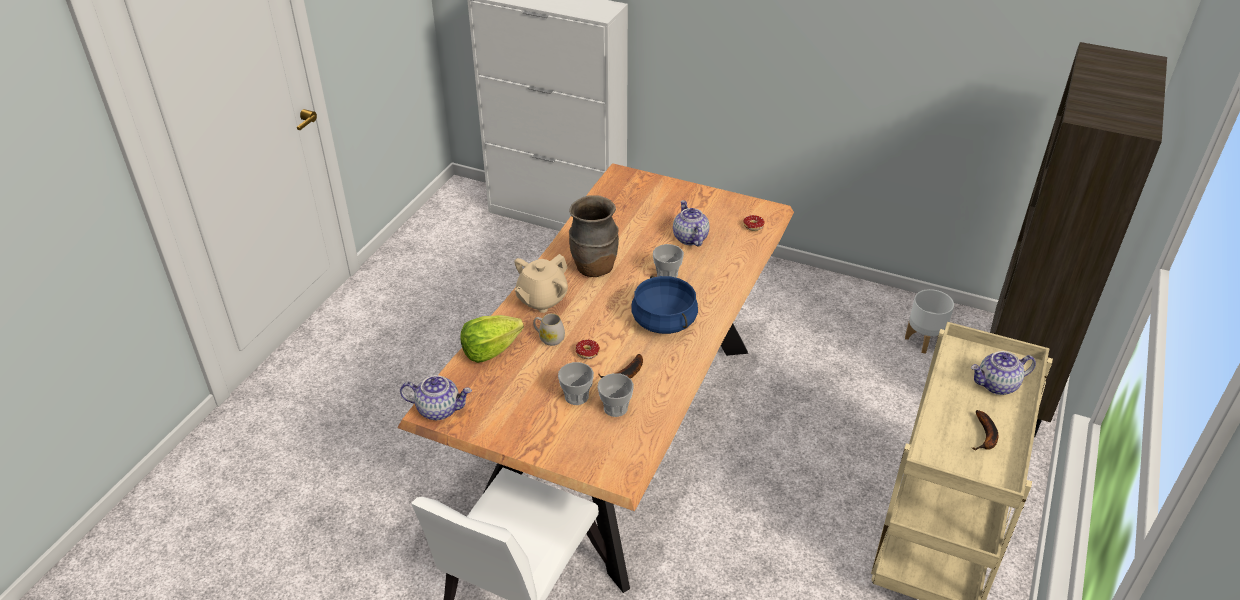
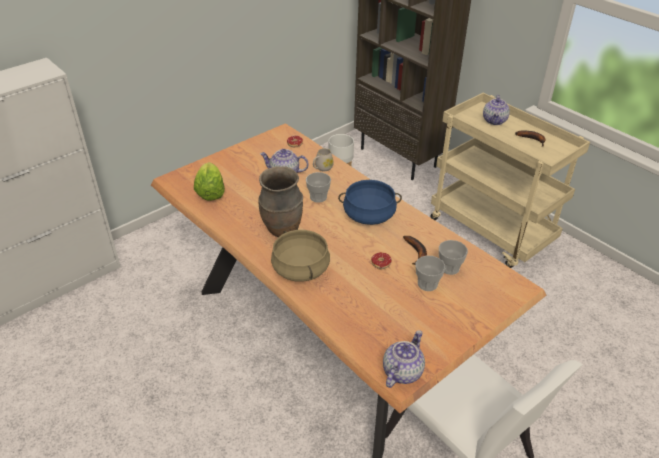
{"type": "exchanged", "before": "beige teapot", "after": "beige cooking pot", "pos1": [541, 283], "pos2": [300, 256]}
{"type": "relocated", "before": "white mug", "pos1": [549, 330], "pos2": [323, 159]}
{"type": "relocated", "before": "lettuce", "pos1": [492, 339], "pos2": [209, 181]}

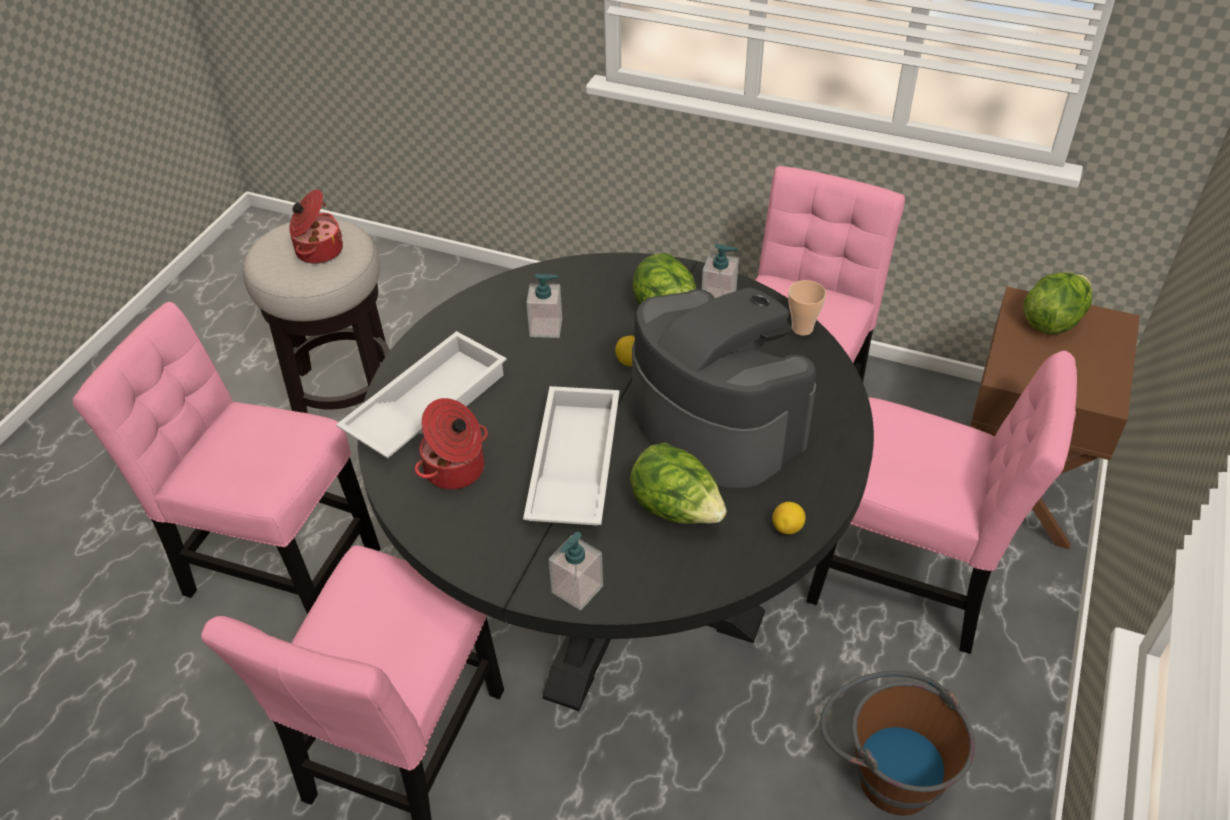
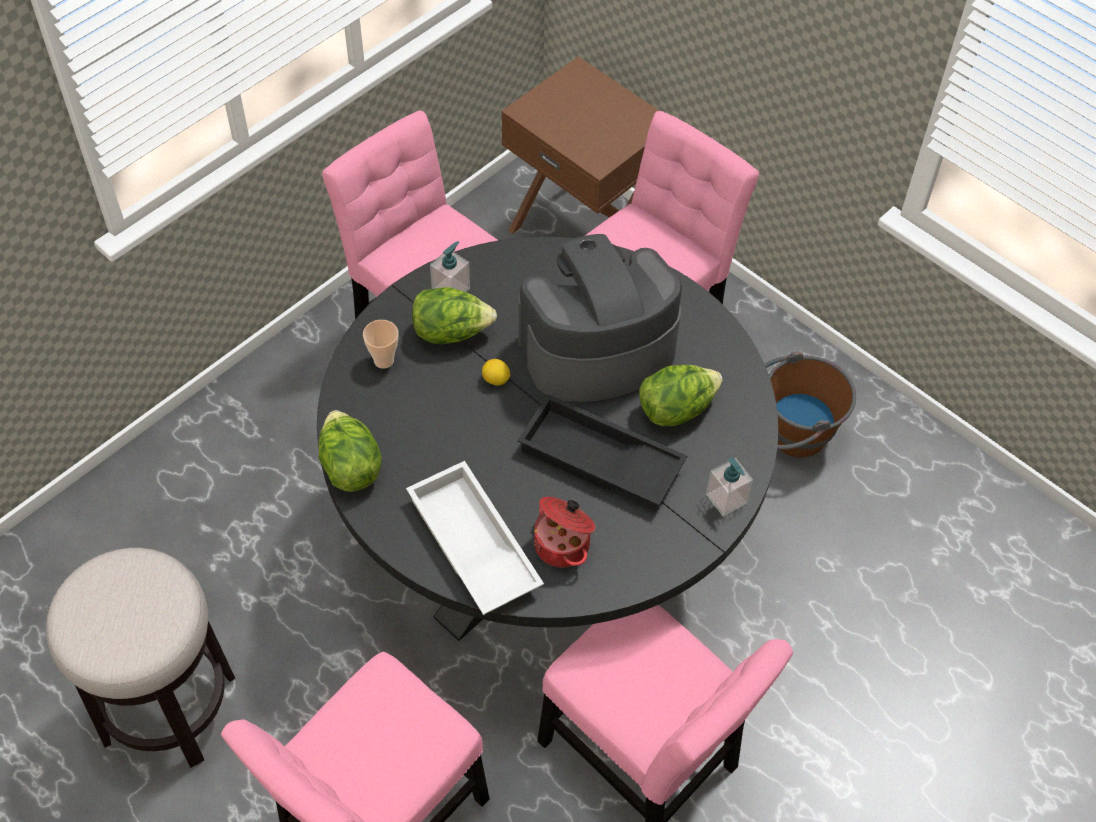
{"type": "missing", "before": "cooking pot", "pos1": [316, 226]}
{"type": "relocated", "before": "lettuce", "pos1": [1057, 303], "pos2": [350, 451]}
{"type": "missing", "before": "soap dispenser", "pos1": [544, 306]}
{"type": "relocated", "before": "cup", "pos1": [807, 308], "pos2": [381, 344]}
{"type": "colour", "before": "white tray", "after": "black tray", "pos1": [571, 455], "pos2": [602, 450]}
{"type": "missing", "before": "lemon", "pos1": [789, 518]}

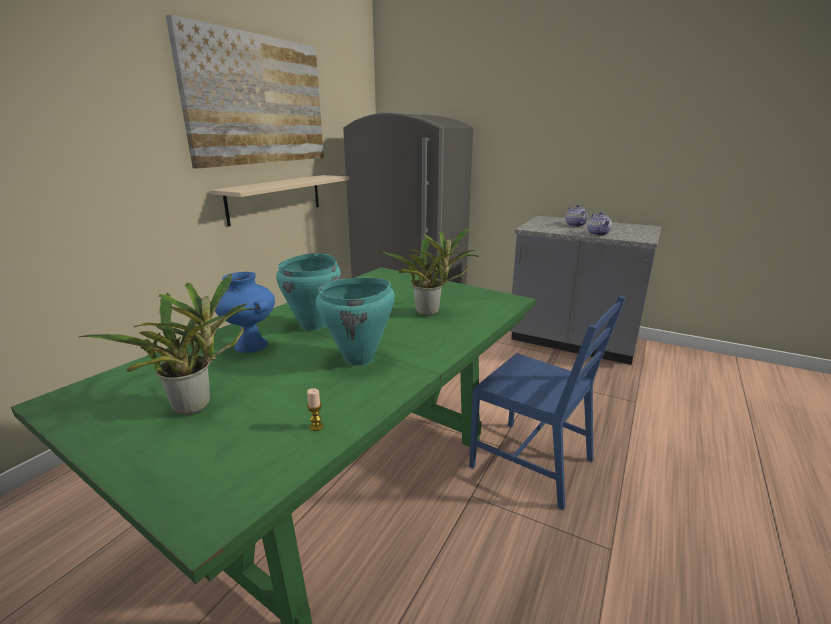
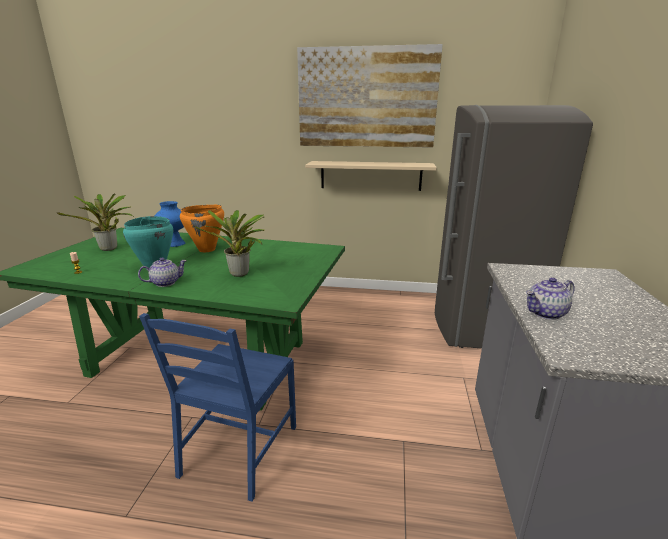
{"type": "relocated", "before": "teapot", "pos1": [577, 216], "pos2": [162, 272]}
{"type": "colour", "before": "turquoise cooking pot", "after": "orange cooking pot", "pos1": [308, 292], "pos2": [202, 228]}

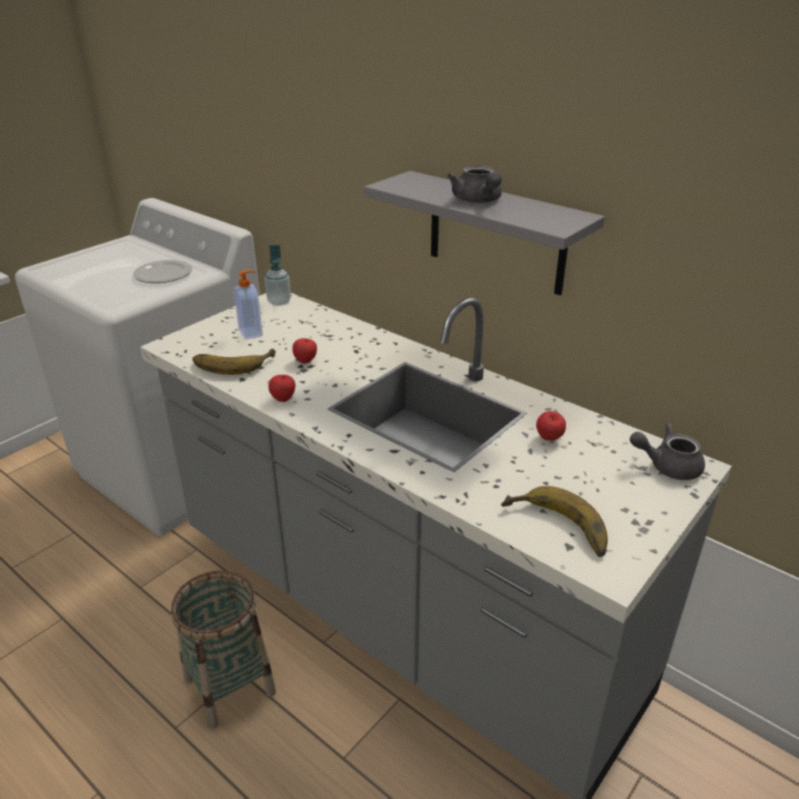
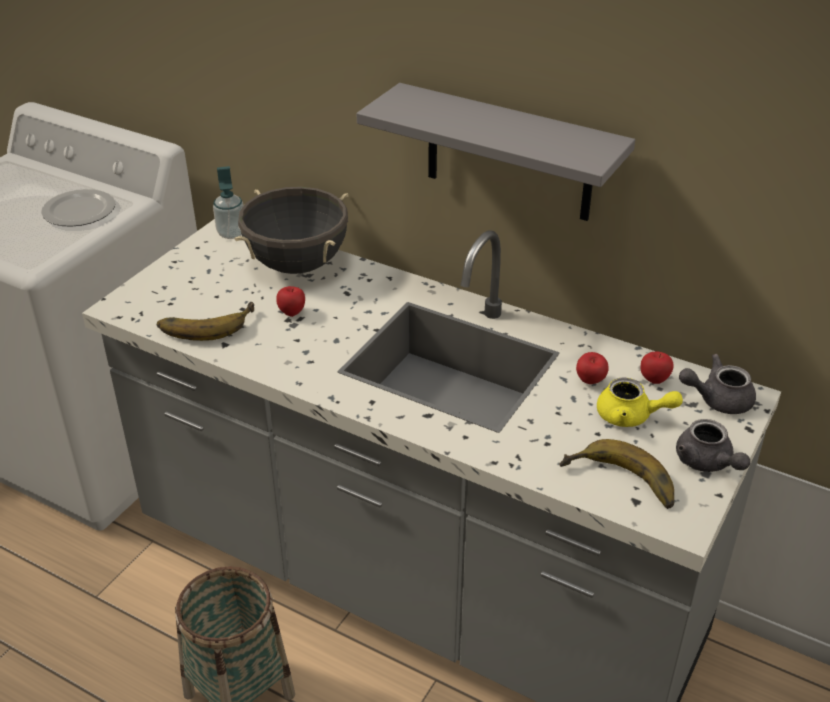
{"type": "relocated", "before": "grey teapot", "pos1": [474, 184], "pos2": [713, 445]}
{"type": "missing", "before": "soap dispenser", "pos1": [248, 305]}
{"type": "relocated", "before": "apple", "pos1": [281, 388], "pos2": [657, 368]}
{"type": "appeared", "after": "black cooking pot", "pos2": [291, 230]}
{"type": "appeared", "after": "yellow teapot", "pos2": [640, 402]}

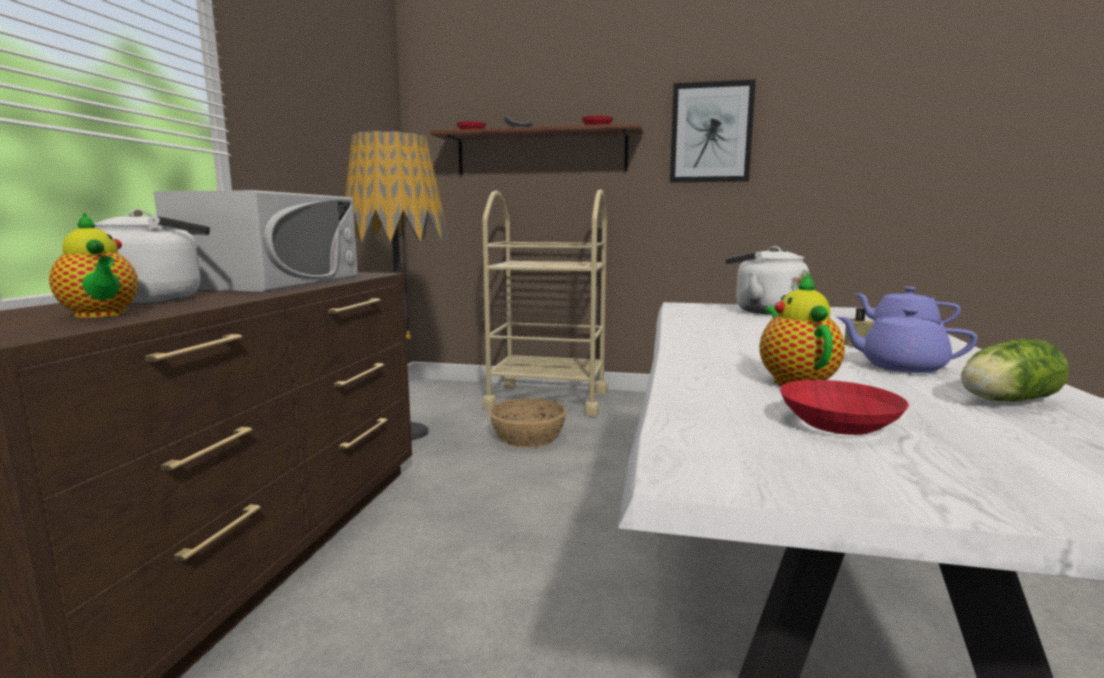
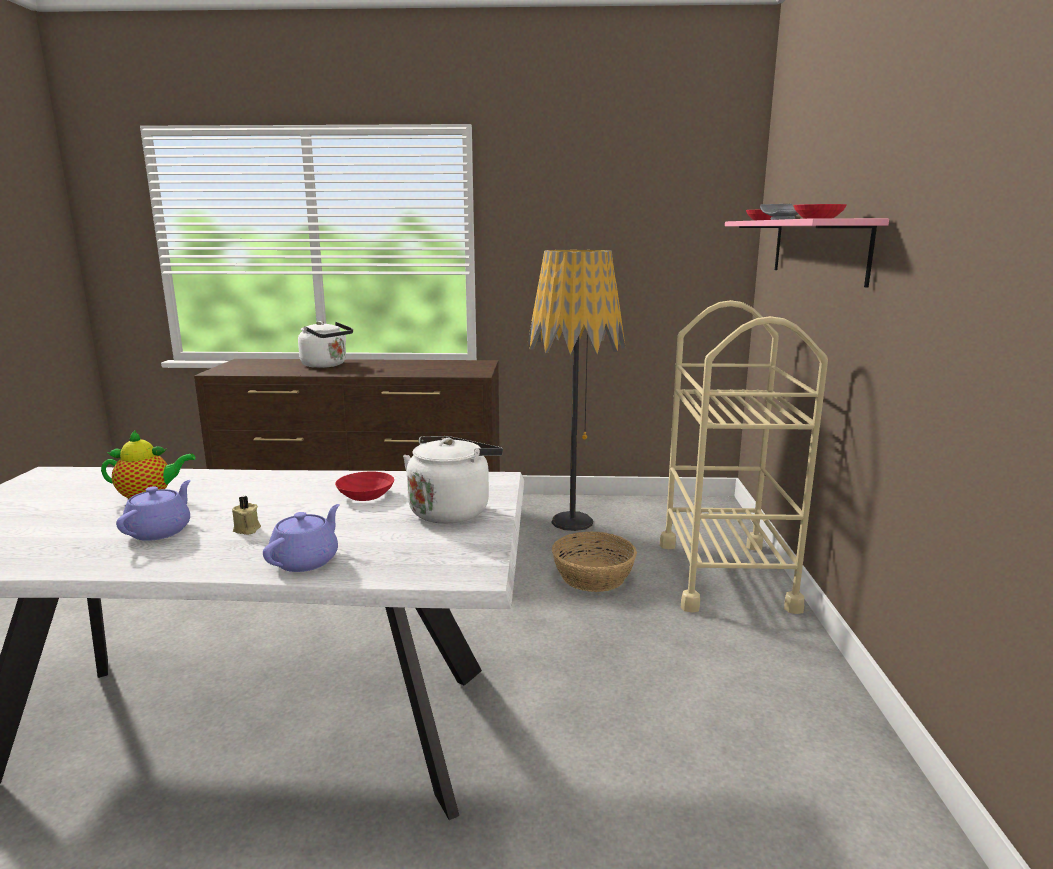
{"type": "missing", "before": "picture", "pos1": [713, 130]}
{"type": "colour", "before": "brown shelf", "after": "pink shelf", "pos1": [536, 149], "pos2": [807, 253]}
{"type": "missing", "before": "white microwave", "pos1": [256, 241]}
{"type": "missing", "before": "teapot", "pos1": [94, 265]}
{"type": "missing", "before": "lettuce", "pos1": [1015, 370]}
{"type": "relocated", "before": "red bowl", "pos1": [844, 407], "pos2": [364, 486]}

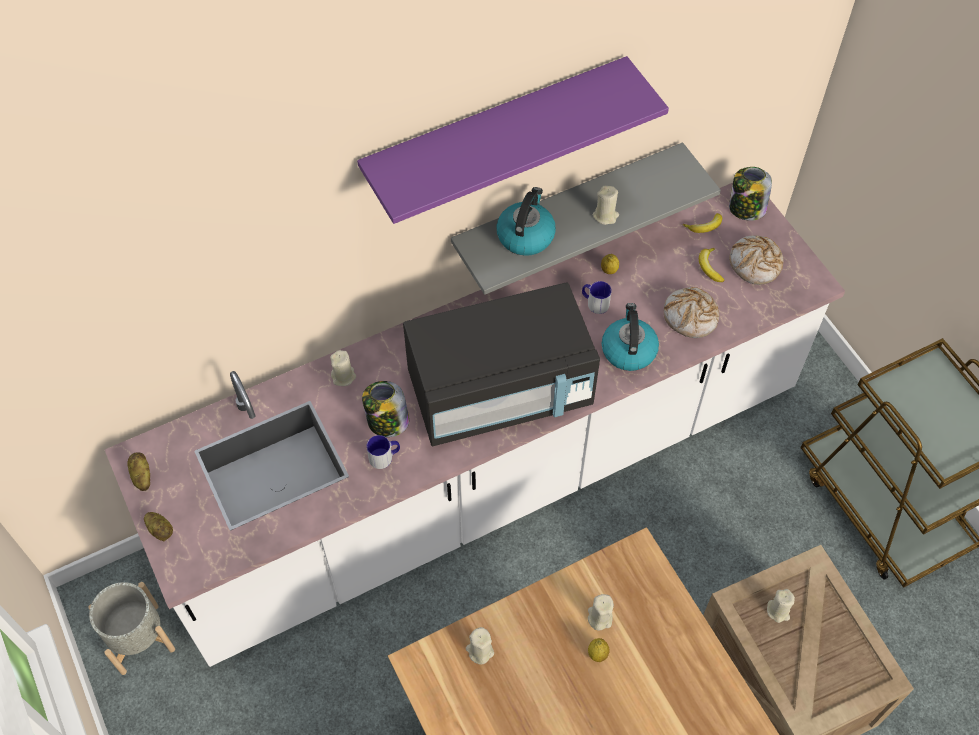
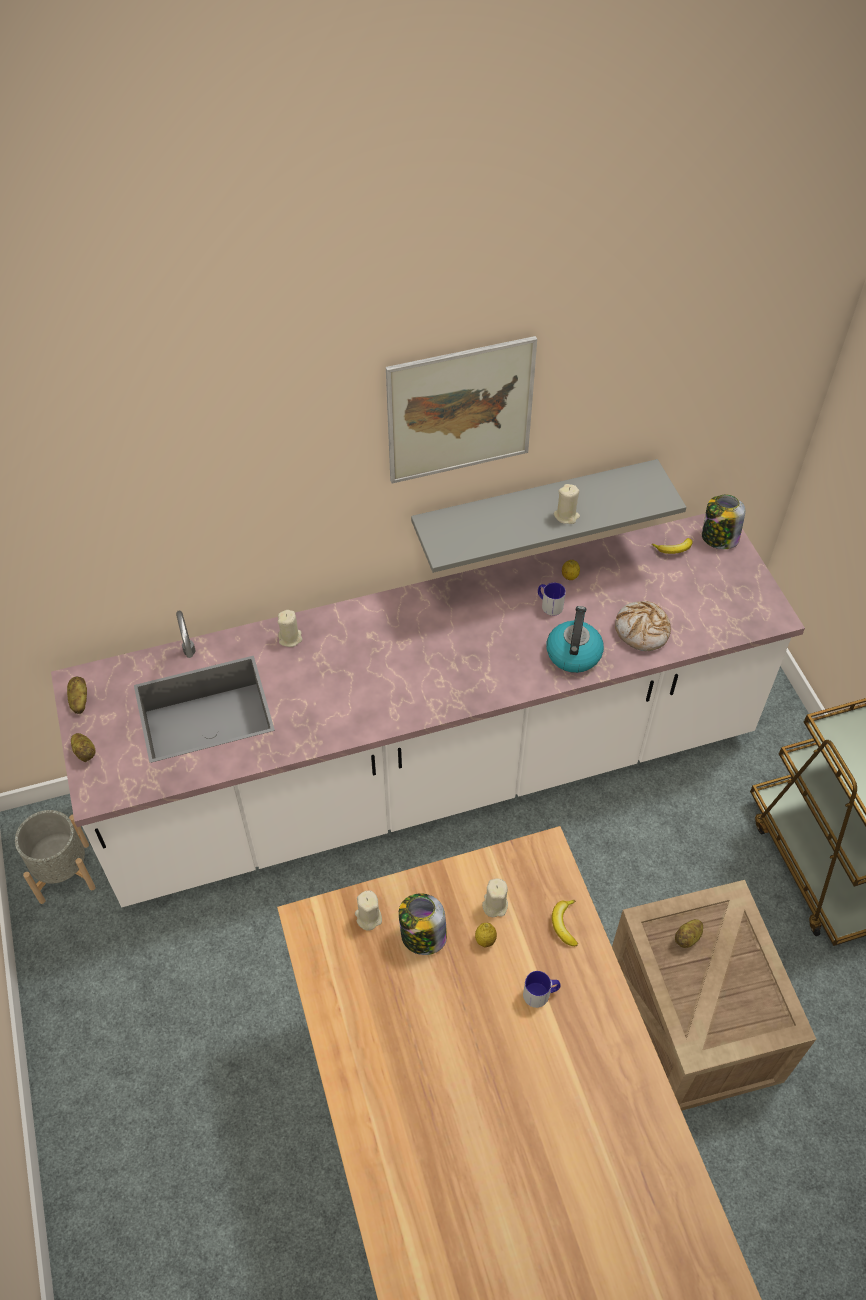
{"type": "exchanged", "before": "purple shelf", "after": "picture", "pos1": [513, 140], "pos2": [461, 409]}
{"type": "missing", "before": "kettle", "pos1": [526, 221]}
{"type": "missing", "before": "bread", "pos1": [756, 260]}
{"type": "relocated", "before": "banana", "pos1": [712, 265], "pos2": [565, 923]}
{"type": "missing", "before": "black microwave", "pos1": [501, 364]}
{"type": "relocated", "before": "jar", "pos1": [385, 409], "pos2": [423, 924]}
{"type": "relocated", "before": "mug", "pos1": [383, 452], "pos2": [542, 989]}
{"type": "exchanged", "before": "beige candle", "after": "potato", "pos1": [781, 606], "pos2": [689, 933]}

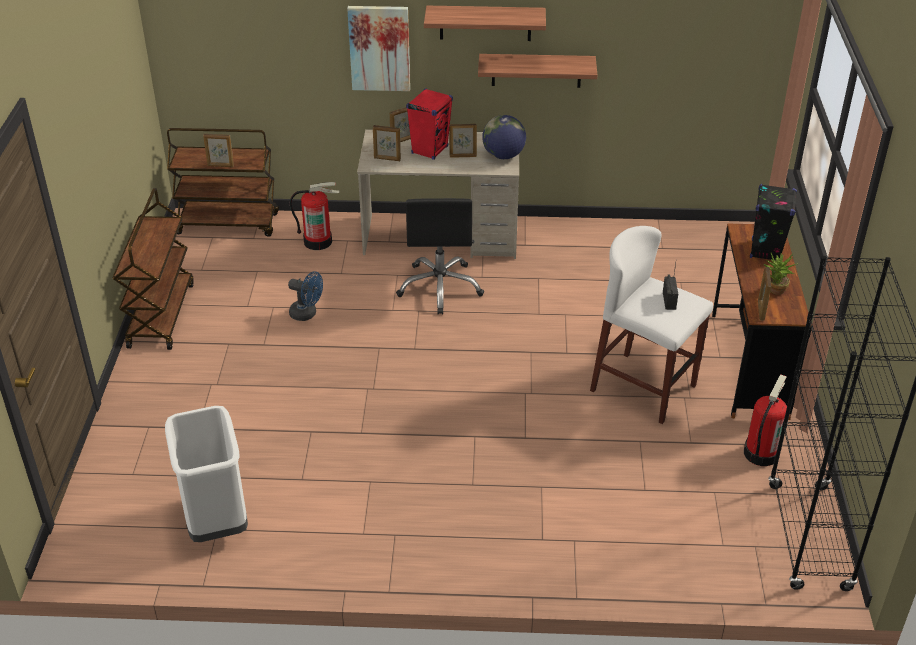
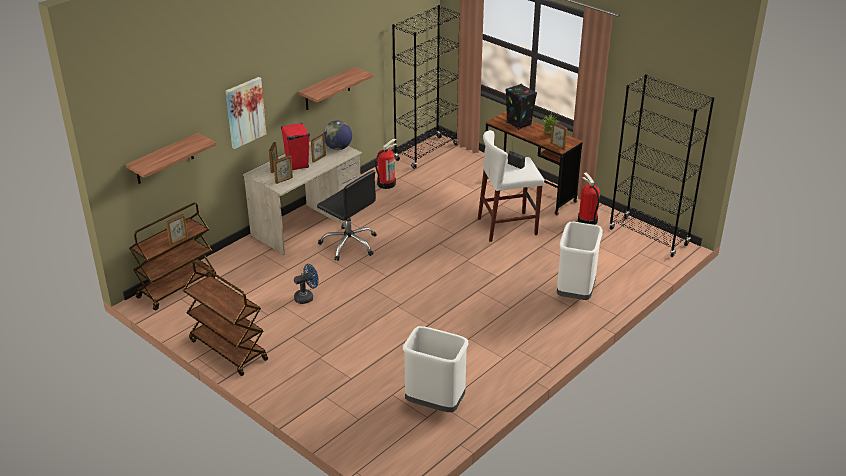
{"type": "relocated", "before": "shelf", "pos1": [485, 23], "pos2": [171, 158]}
{"type": "relocated", "before": "fire extinguisher", "pos1": [314, 216], "pos2": [386, 163]}
{"type": "appeared", "after": "black bookcase", "pos2": [426, 87]}
{"type": "appeared", "after": "white trash can", "pos2": [580, 261]}

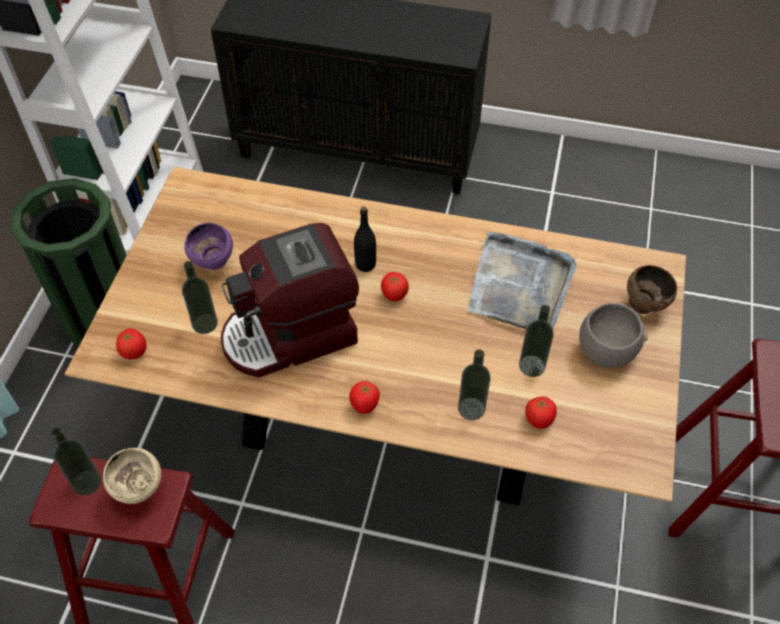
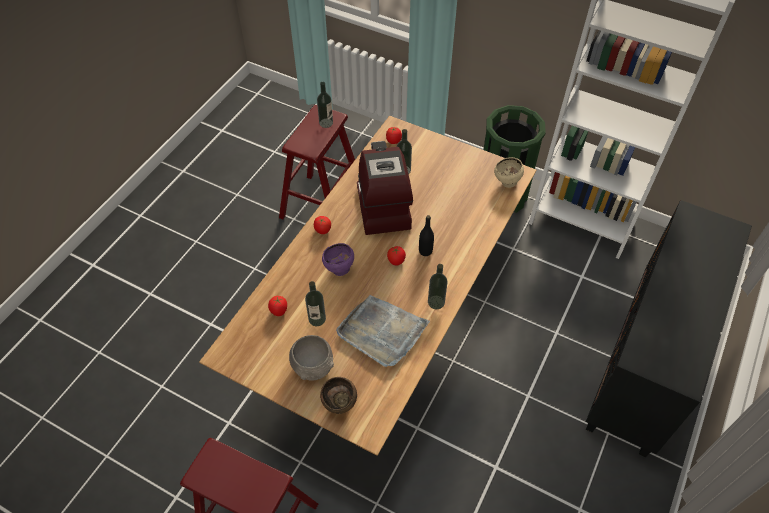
{"type": "relocated", "before": "purple bowl", "pos1": [208, 246], "pos2": [338, 259]}
{"type": "relocated", "before": "bottle", "pos1": [474, 385], "pos2": [437, 286]}
{"type": "relocated", "before": "beige bowl", "pos1": [132, 476], "pos2": [509, 172]}

